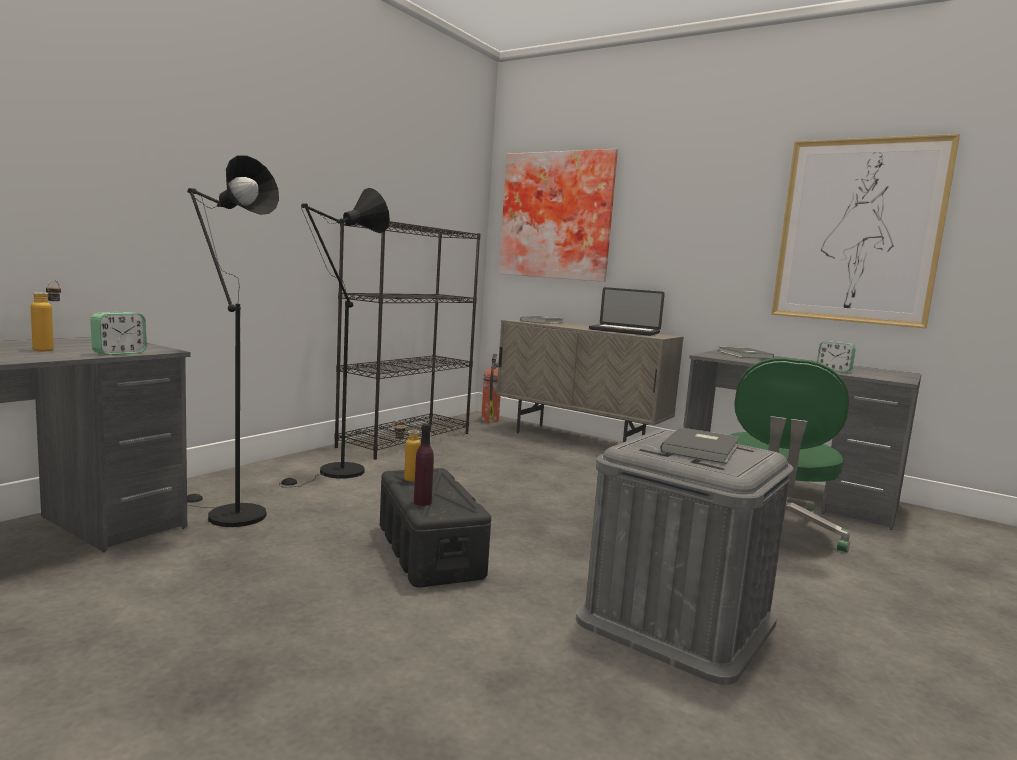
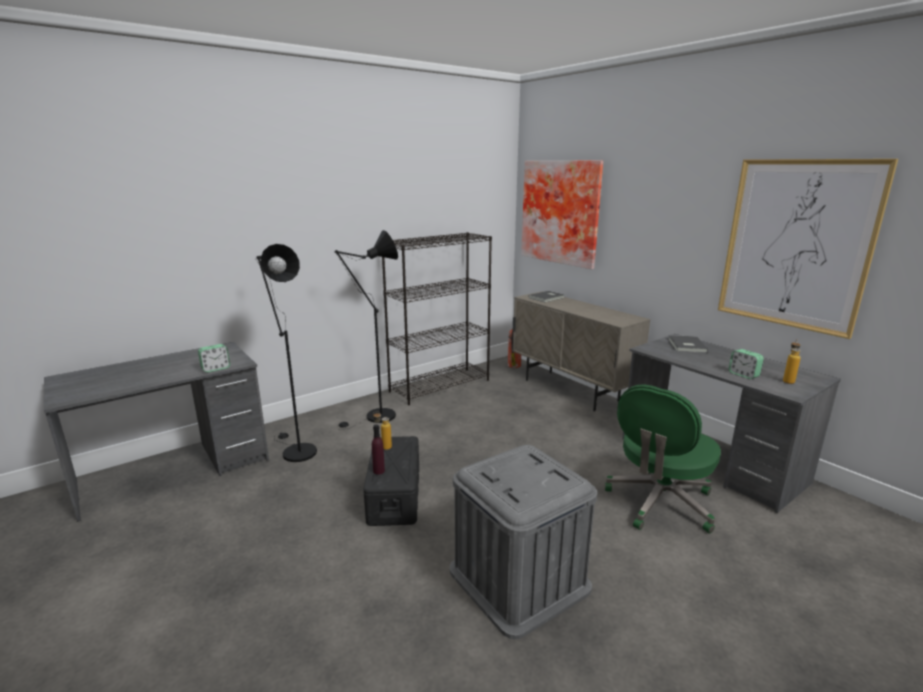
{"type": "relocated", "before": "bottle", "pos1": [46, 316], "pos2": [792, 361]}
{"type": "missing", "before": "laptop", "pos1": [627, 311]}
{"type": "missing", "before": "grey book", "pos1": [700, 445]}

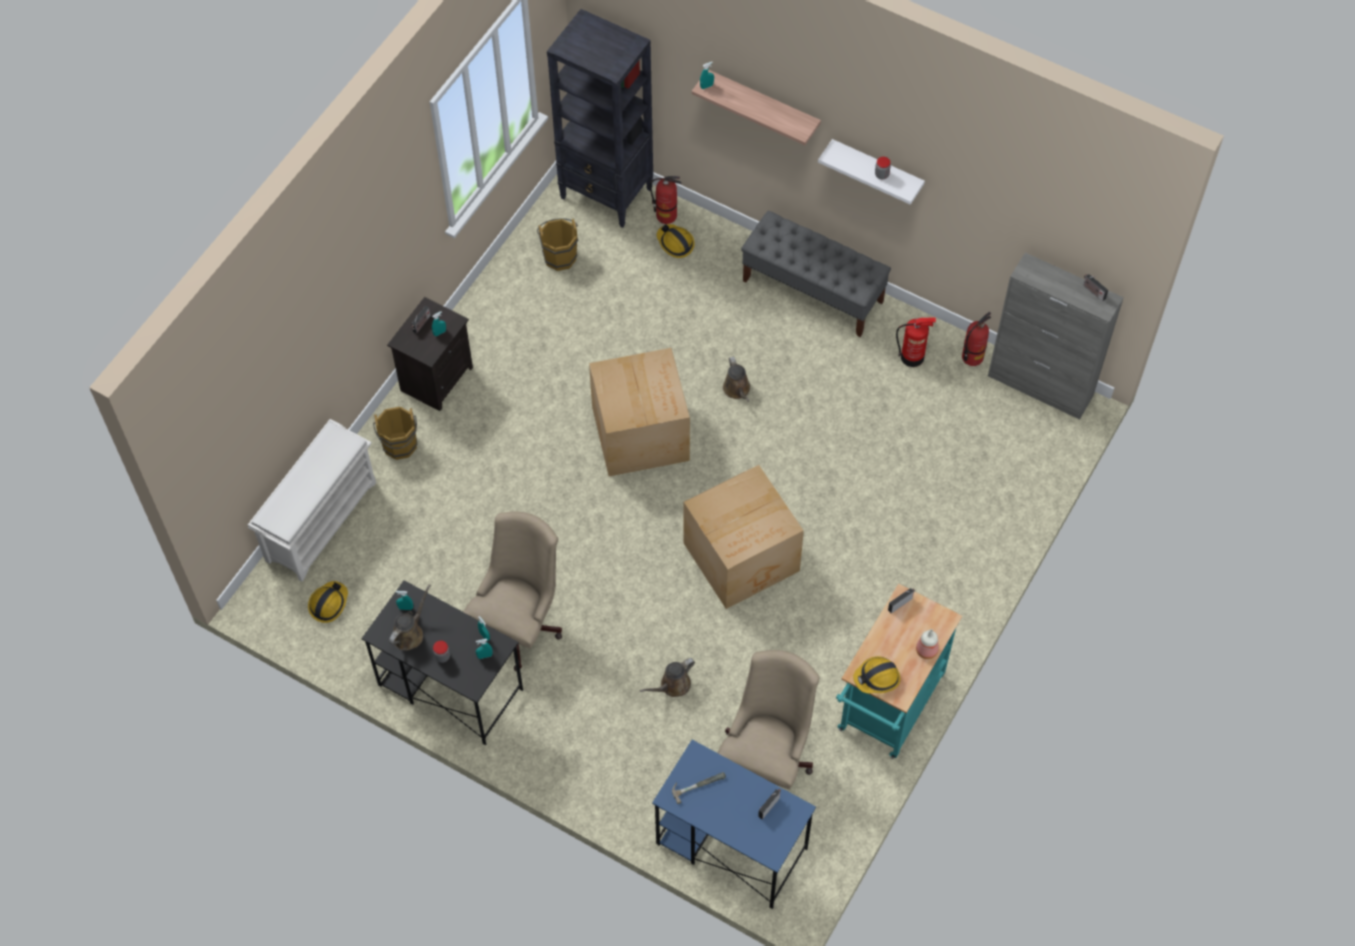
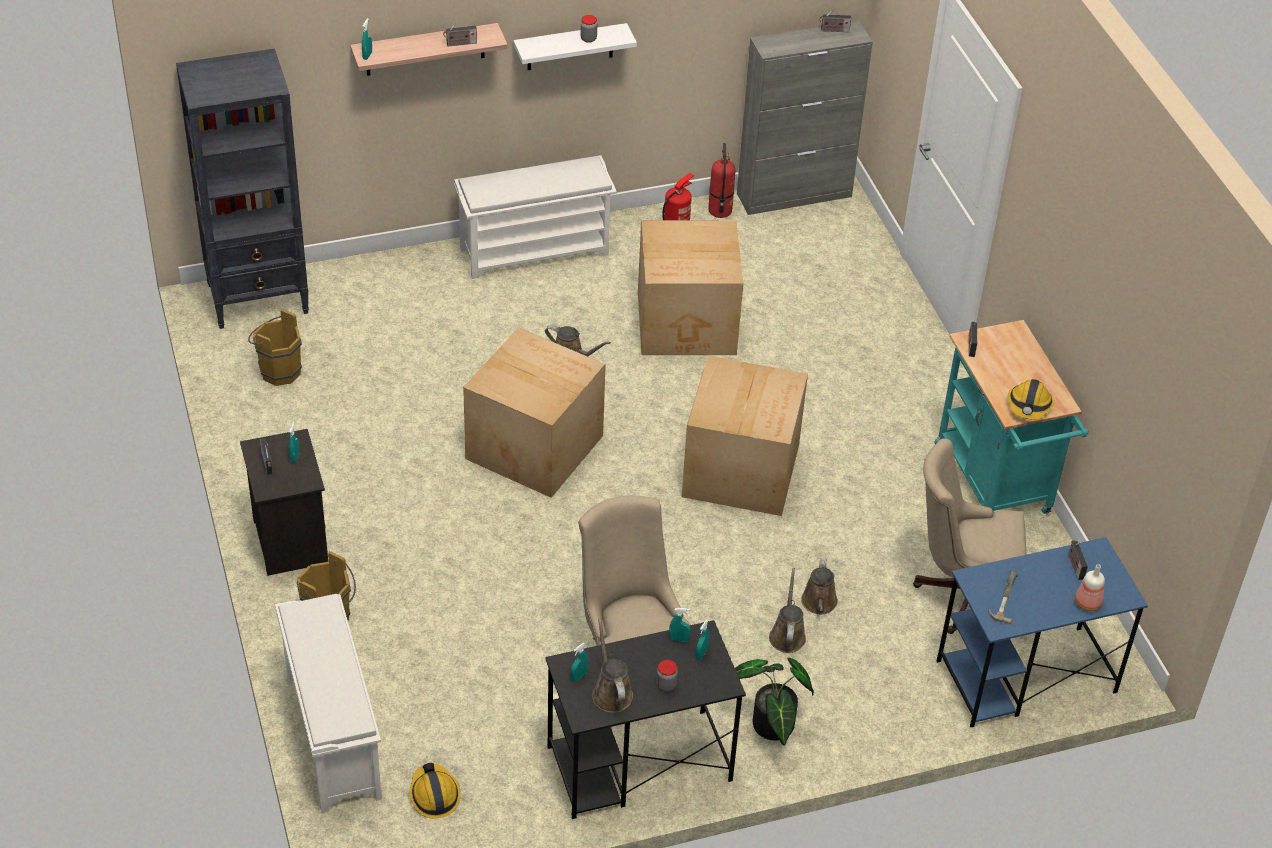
{"type": "missing", "before": "fire extinguisher", "pos1": [666, 200]}
{"type": "exchanged", "before": "grey bench", "after": "white shoe rack", "pos1": [816, 274], "pos2": [535, 217]}
{"type": "missing", "before": "hard hat", "pos1": [676, 241]}
{"type": "relocated", "before": "bottle", "pos1": [927, 644], "pos2": [1090, 587]}
{"type": "spun", "before": "beige office chair", "pos1": [768, 719], "pos2": [970, 536], "turn": -60}
{"type": "appeared", "after": "radio", "pos2": [460, 33]}
{"type": "appeared", "after": "cardboard box", "pos2": [690, 287]}
{"type": "appeared", "after": "brown watering can", "pos2": [787, 610]}
{"type": "appeared", "after": "potted plant", "pos2": [774, 702]}

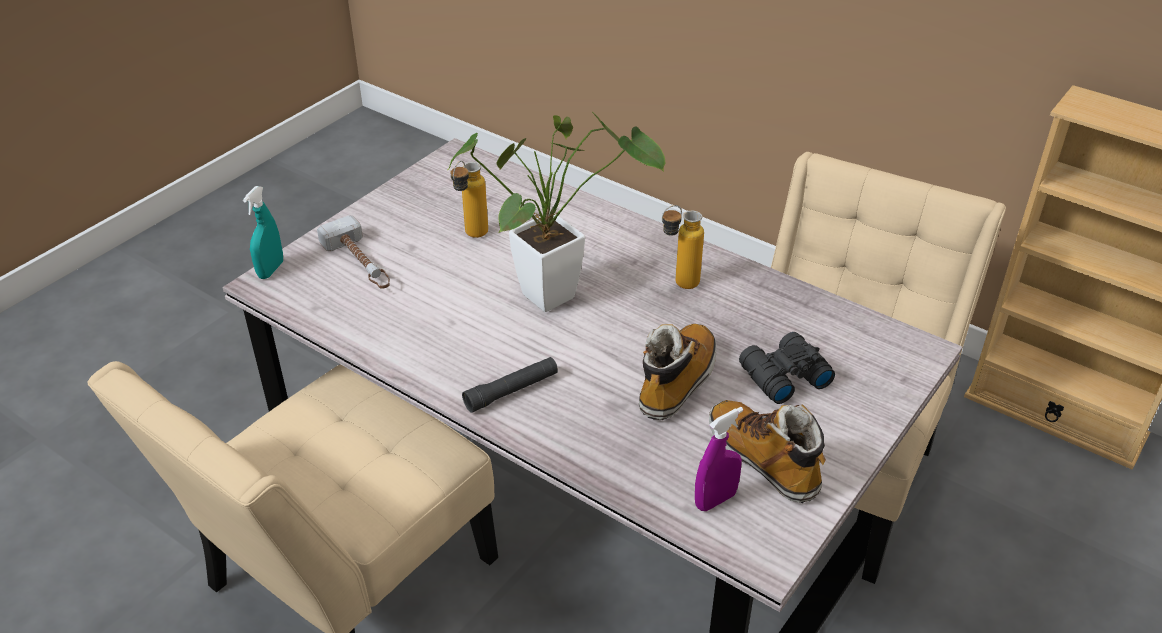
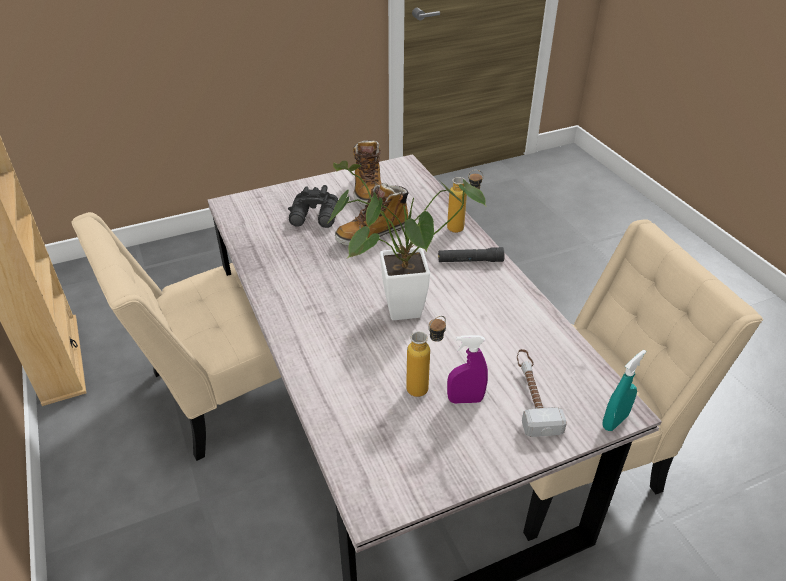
{"type": "relocated", "before": "bottle", "pos1": [683, 247], "pos2": [465, 201]}
{"type": "relocated", "before": "purple spray bottle", "pos1": [719, 459], "pos2": [467, 369]}

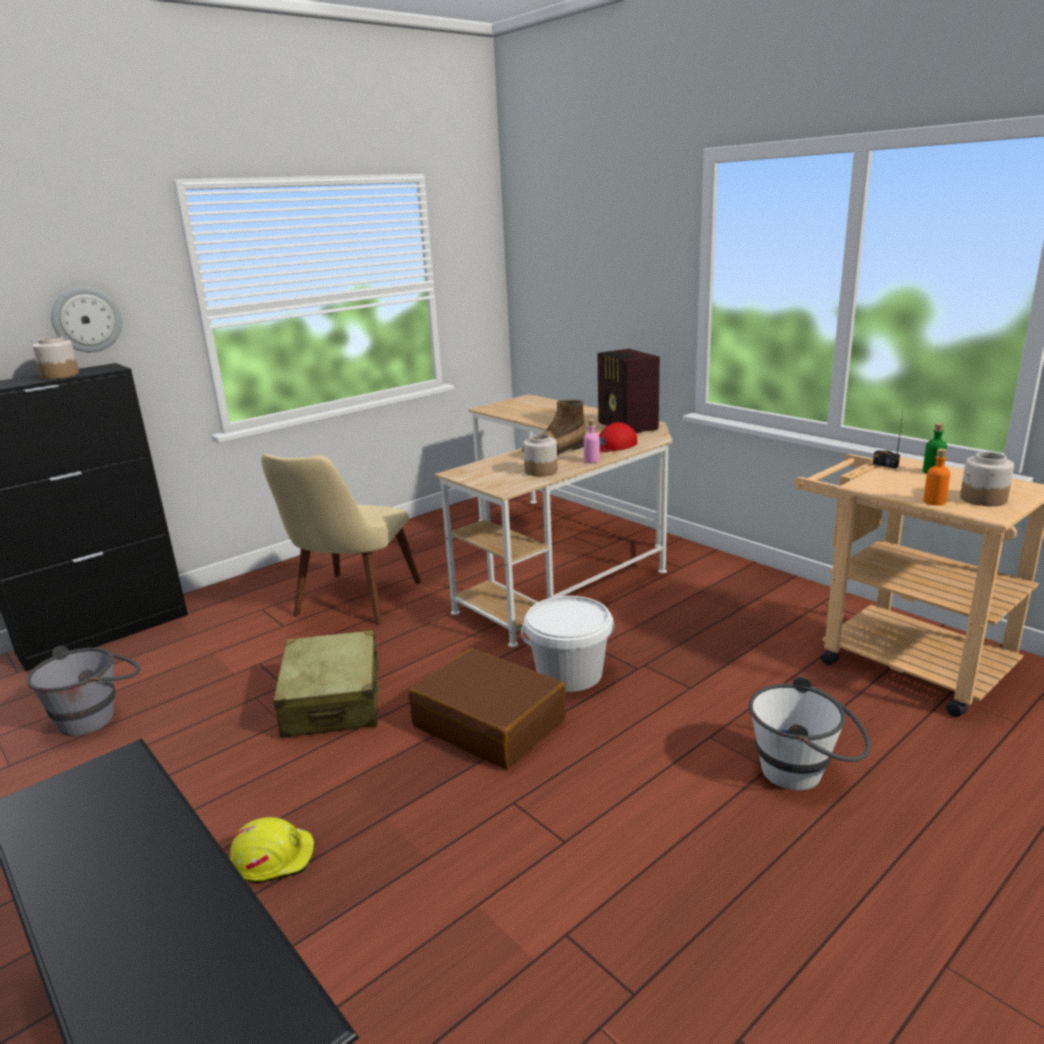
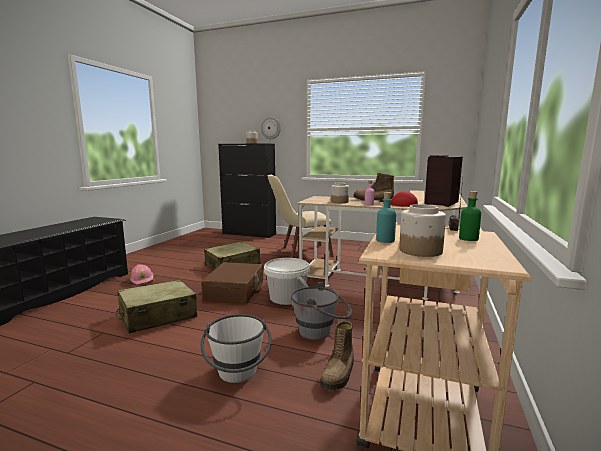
{"type": "colour", "before": "orange bottle", "after": "turquoise bottle", "pos1": [936, 477], "pos2": [386, 217]}
{"type": "relocated", "before": "grey bucket", "pos1": [83, 691], "pos2": [321, 311]}
{"type": "colour", "before": "yellow hard hat", "after": "pink hard hat", "pos1": [272, 850], "pos2": [142, 275]}
{"type": "appeared", "after": "beige suitcase", "pos2": [156, 306]}
{"type": "appeared", "after": "boot", "pos2": [337, 355]}

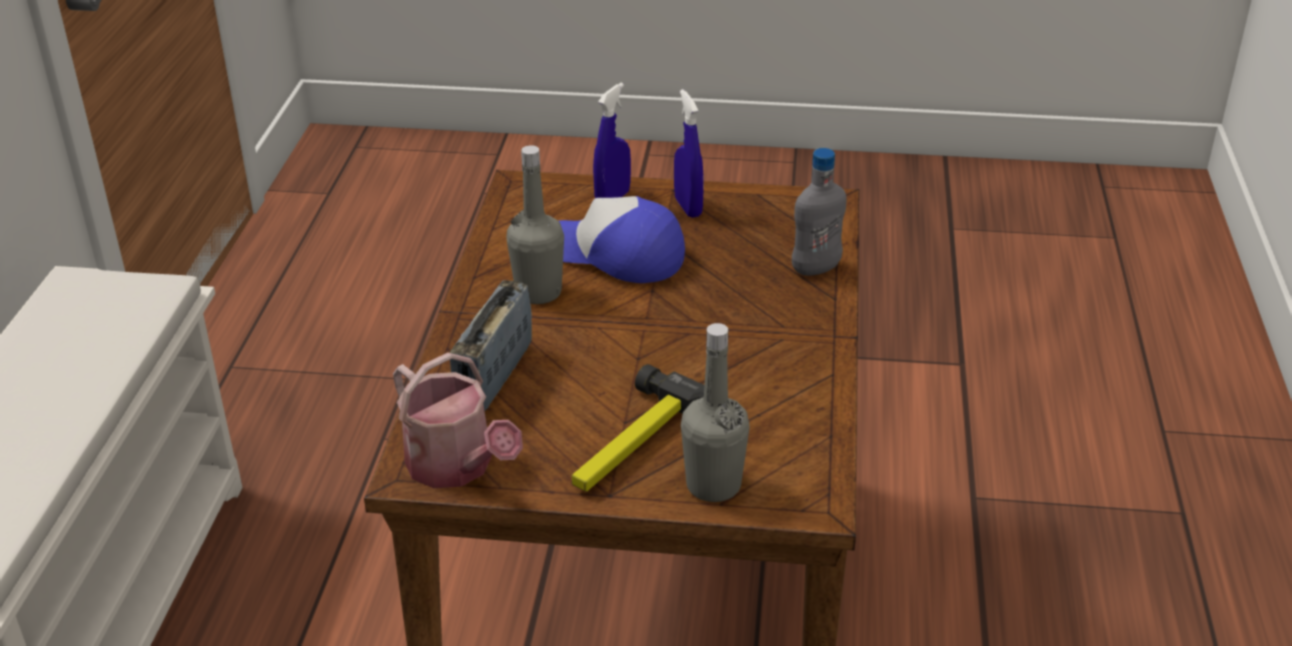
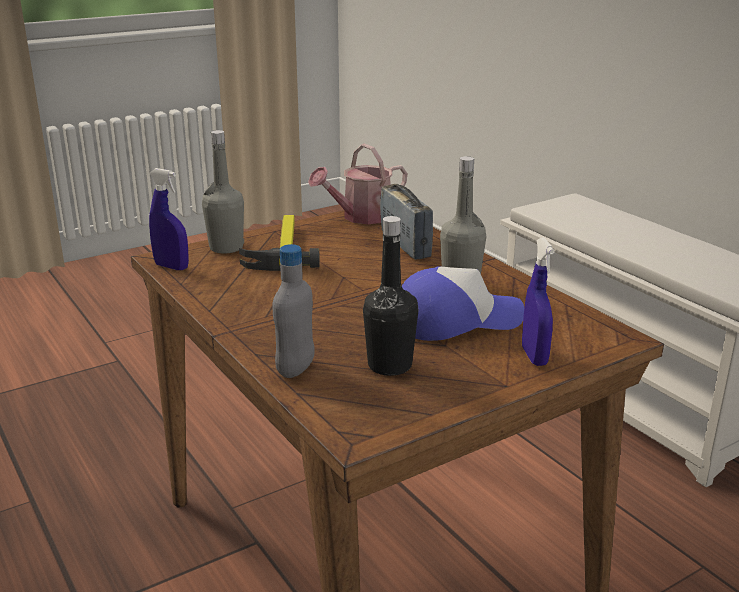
{"type": "relocated", "before": "blue spray bottle", "pos1": [689, 153], "pos2": [169, 219]}
{"type": "spun", "before": "watering can", "pos1": [458, 420], "pos2": [357, 184], "turn": -45}
{"type": "appeared", "after": "black bottle", "pos2": [391, 296]}

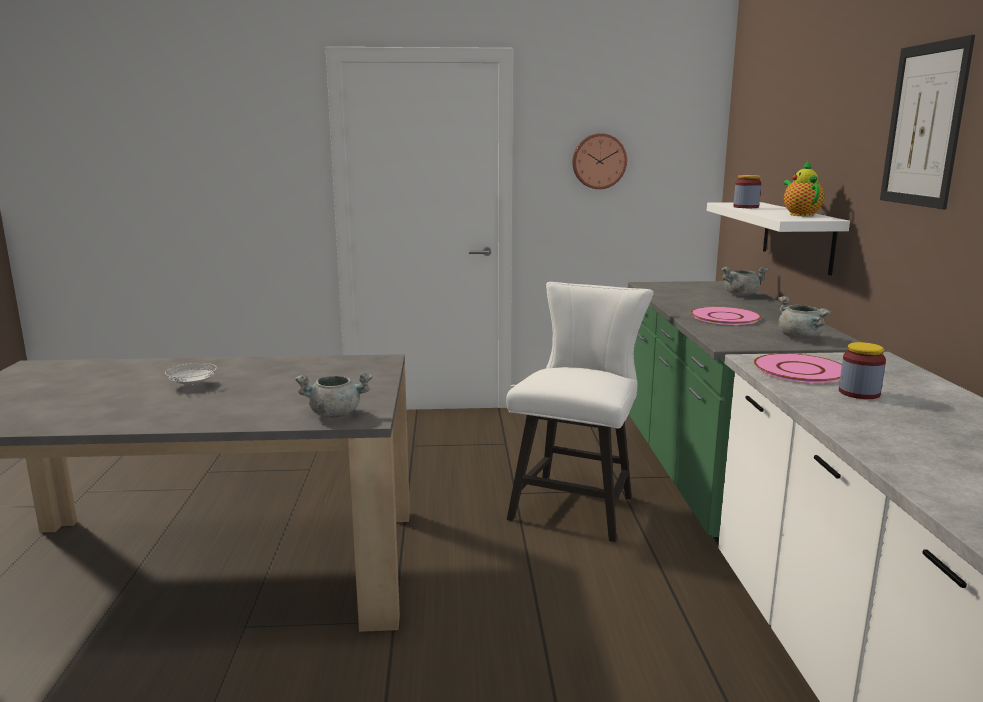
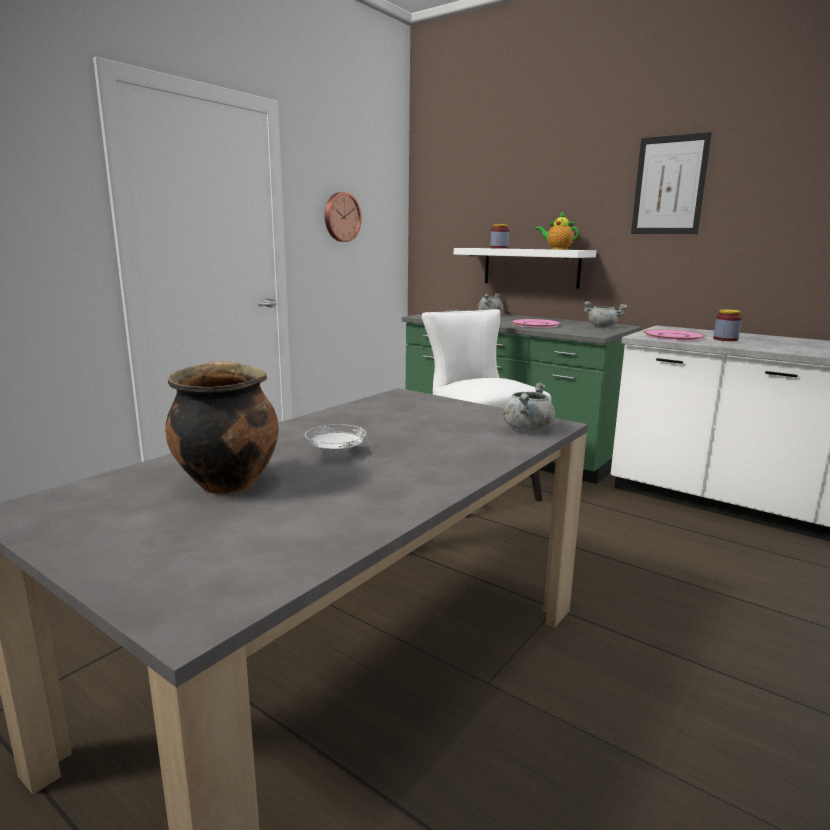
{"type": "appeared", "after": "cooking pot", "pos2": [222, 427]}

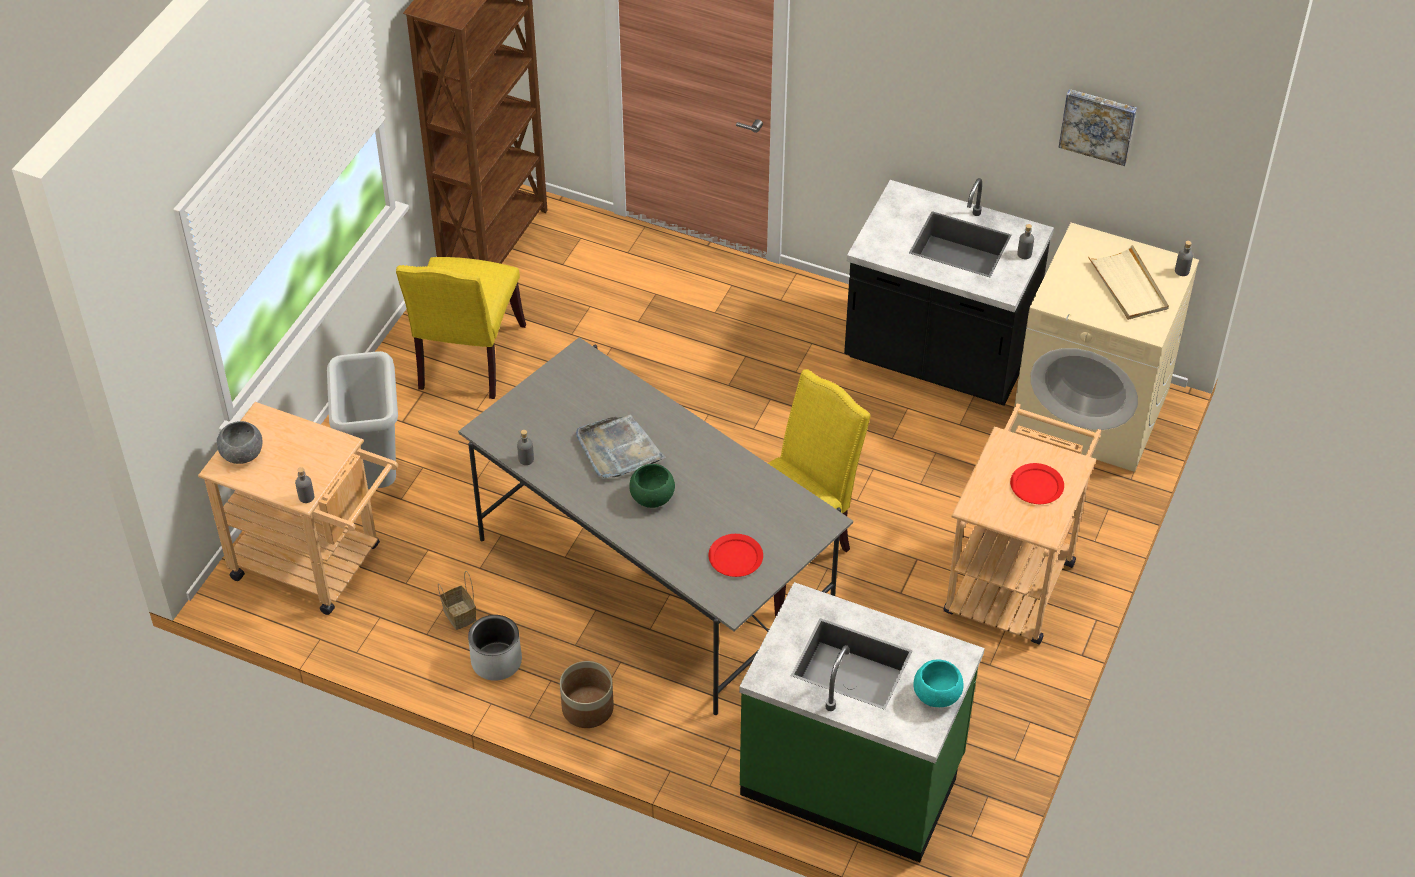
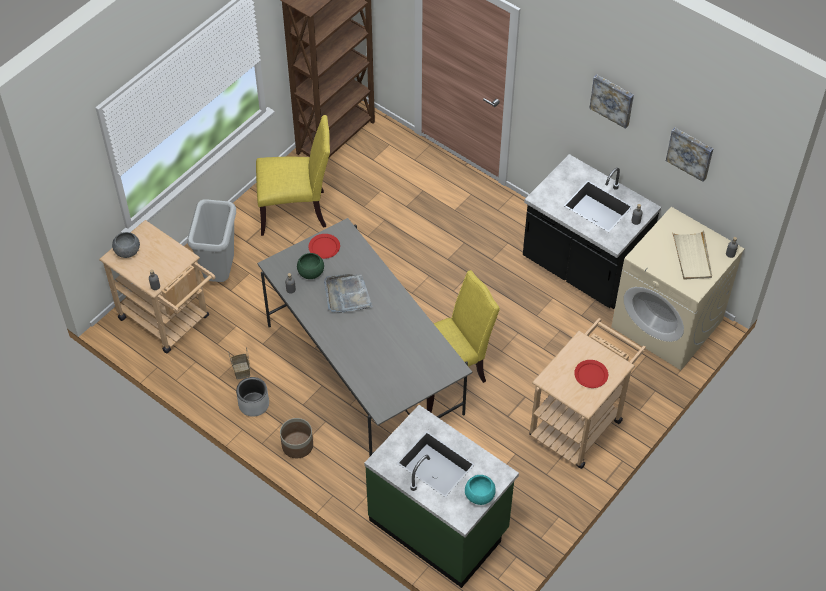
{"type": "spun", "before": "yellow chair", "pos1": [461, 328], "pos2": [293, 175], "turn": -120}
{"type": "relocated", "before": "green bowl", "pos1": [652, 486], "pos2": [310, 266]}
{"type": "relocated", "before": "red plate", "pos1": [735, 555], "pos2": [324, 246]}
{"type": "appeared", "after": "picture", "pos2": [611, 102]}

